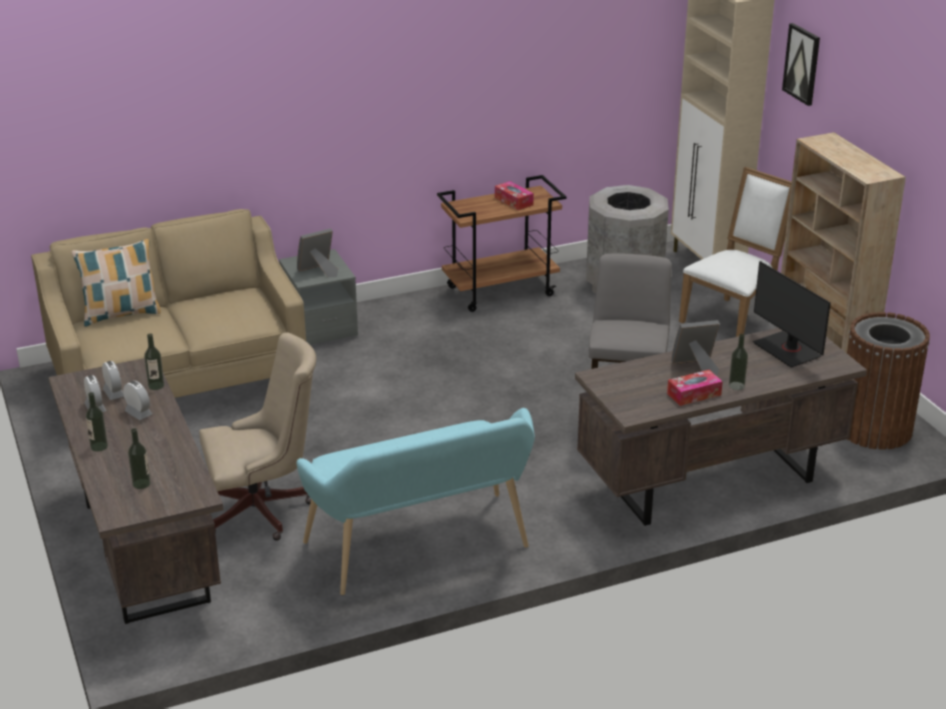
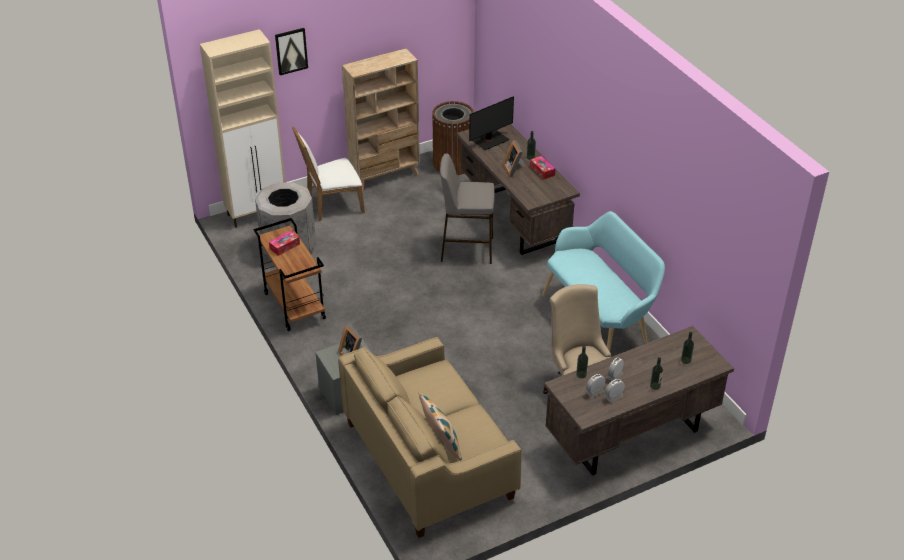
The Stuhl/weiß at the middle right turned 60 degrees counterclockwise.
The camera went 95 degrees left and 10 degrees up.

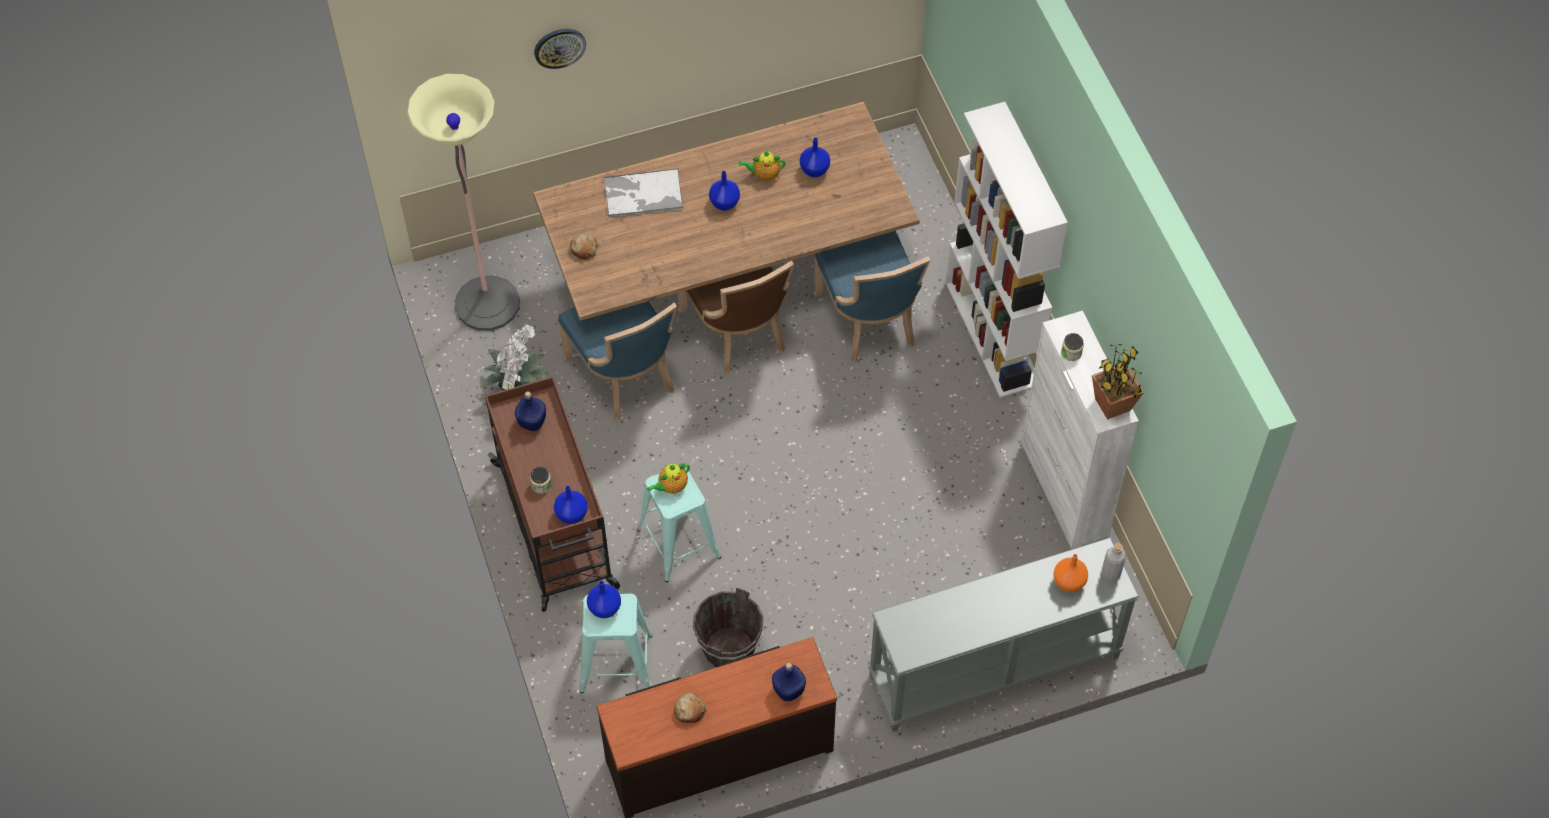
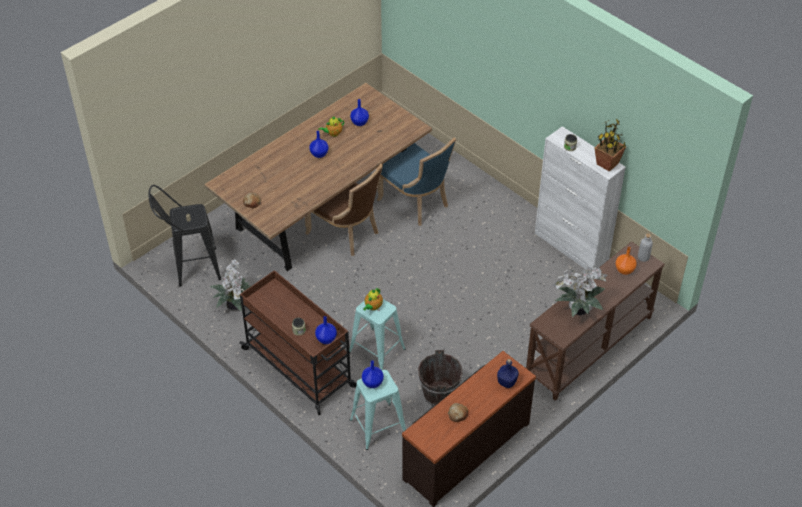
The Stehlampe at the top left was replaced by the Hocker/schwarz at the middle left.
The Flasche/blau (1st from left) at the centre disappeared.
The Wanduhr at the top centre disappeared.
The Stuhl/blau (1st from left) at the centre disappeared.
The Tablett at the top centre disappeared.
The Konsolentisch/grau at the bottom centre became the Konsolentisch/braun at the middle right.
The Bücherregal/weiß at the top centre disappeared.
The Topfpflanze (2nd from left) at the middle right appeared.
The camera went 25 degrees left and 10 degrees down.

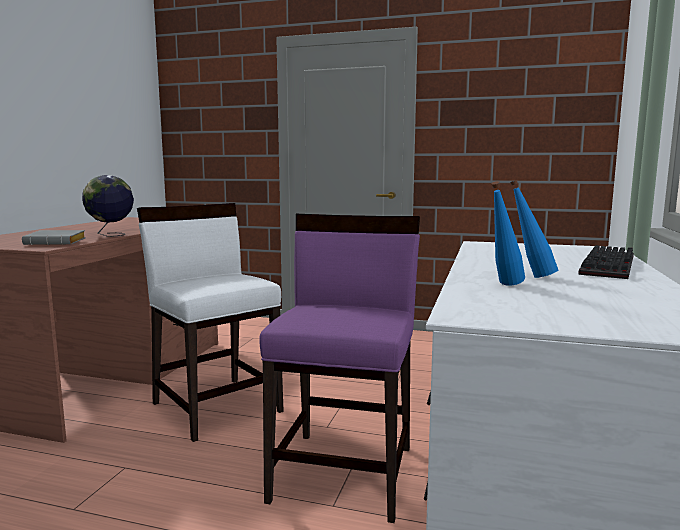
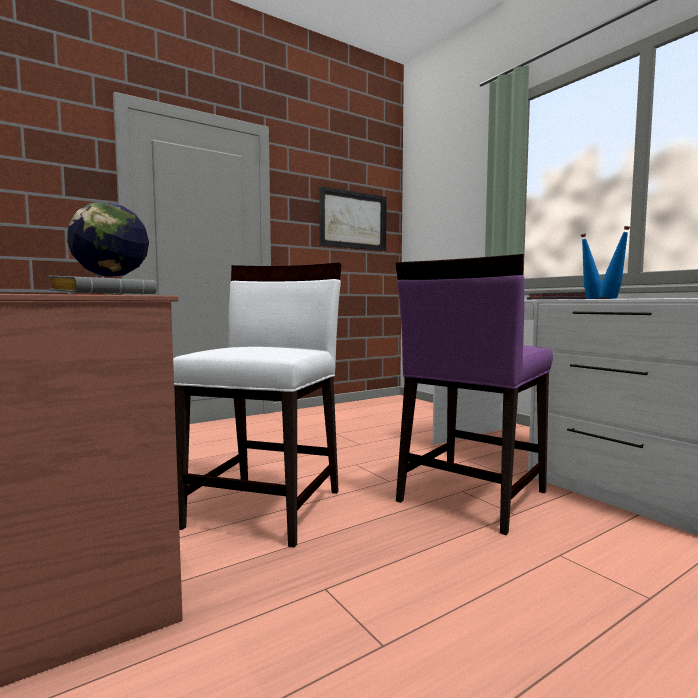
The Stuhl/weiß at the middle left turned 105 degrees clockwise.
The Stuhl/lila at the bottom centre turned 105 degrees counterclockwise.
The Bild at the top centre appeared.
The camera went 50 degrees left and 5 degrees down.

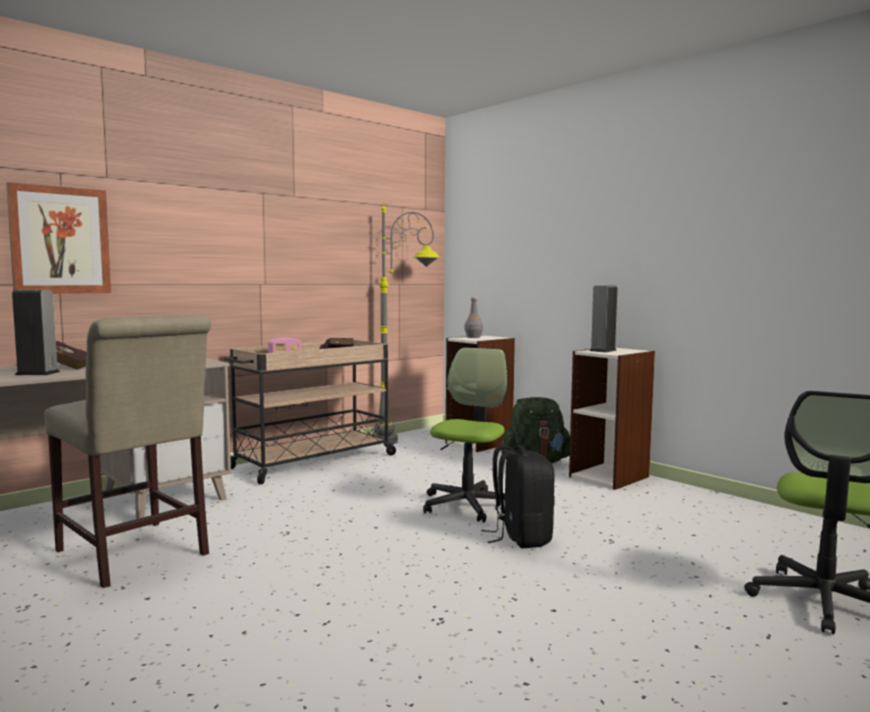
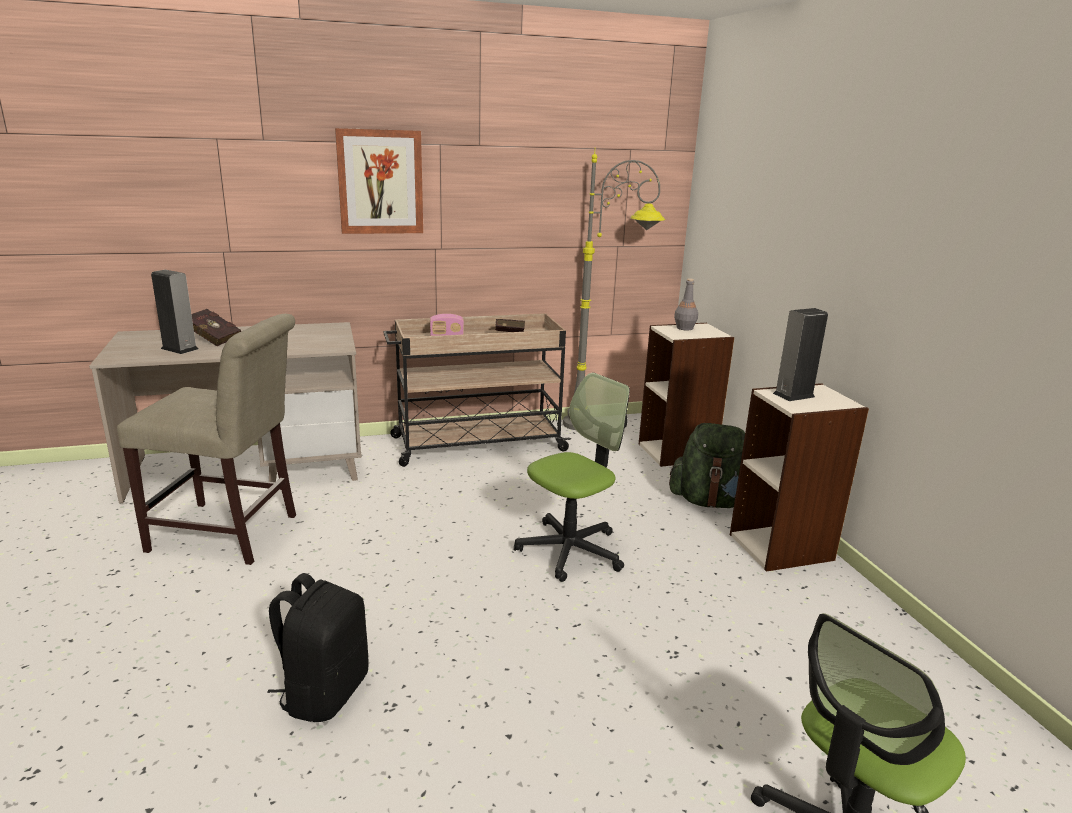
The Bild moved from the middle left to the top centre.
The Stuhl/beige at the middle left turned 60 degrees counterclockwise.
The Rucksack/schwarz moved from the bottom centre to the bottom left.
The camera went 25 degrees right and 15 degrees up.

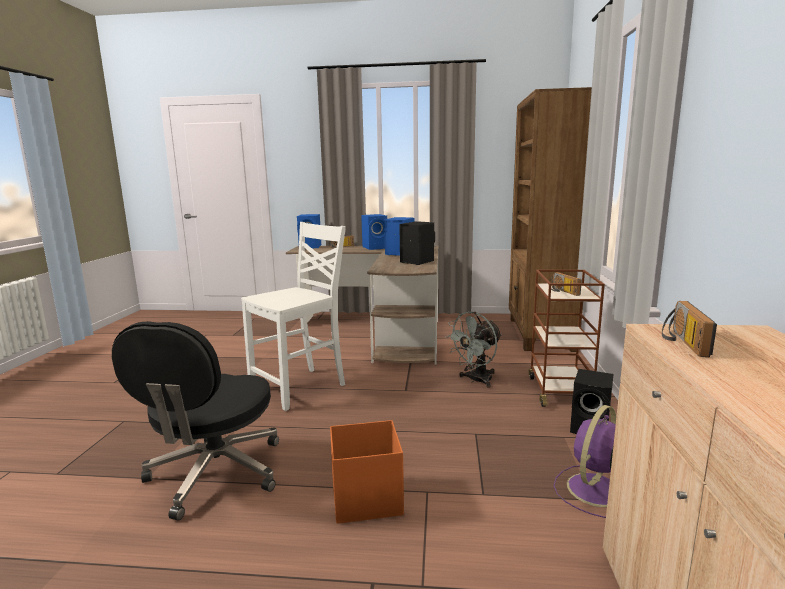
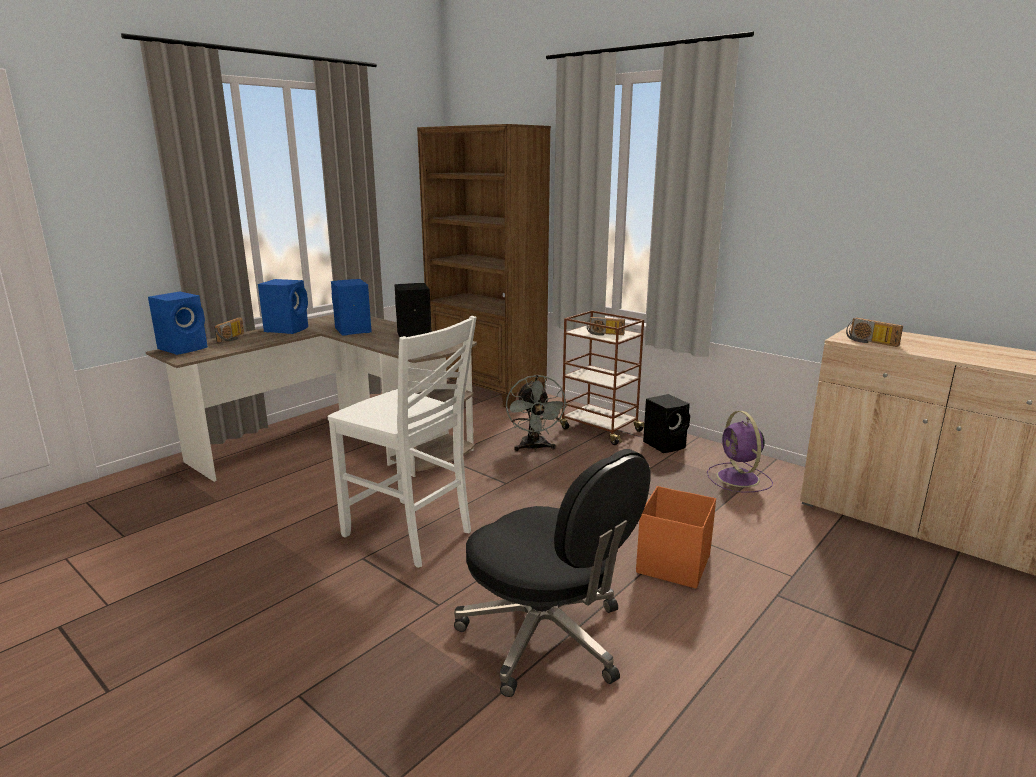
The Stuhl/weiß at the centre turned 135 degrees clockwise.
The camera went 55 degrees left and 5 degrees up.

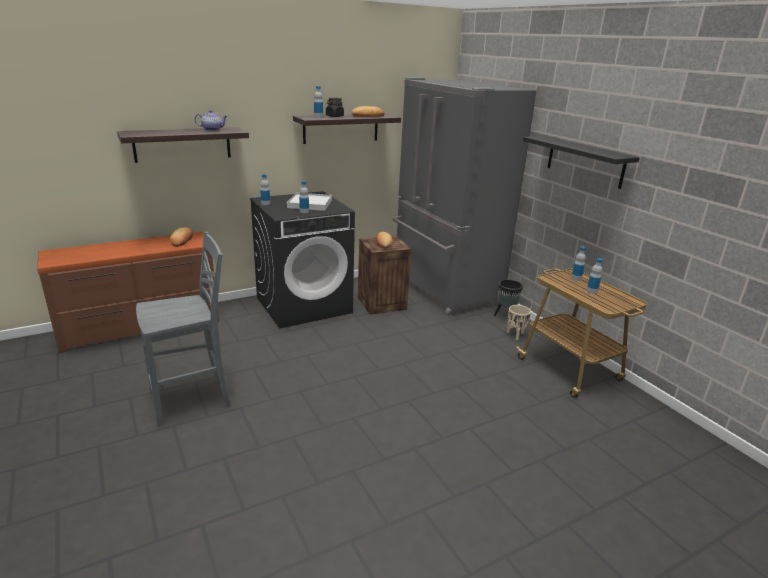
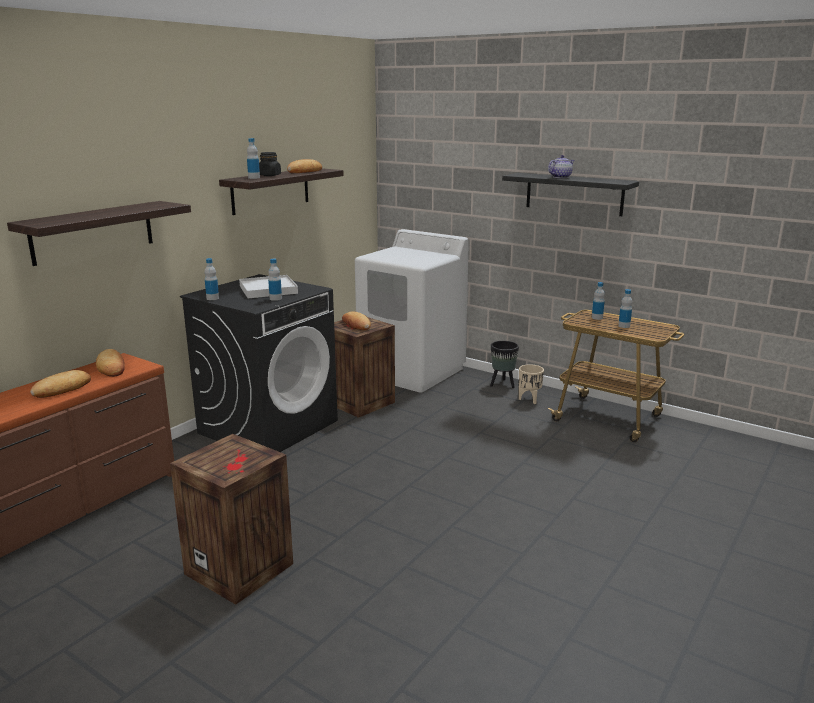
The Stuhl/grau at the middle left was replaced by the Kiste (1st from left) at the bottom left.
The Teekanne moved from the top left to the top right.
The Kühlschrank/grau at the centre was replaced by the Waschmaschine/weiß at the centre.
The Brot (1st from left) at the middle left appeared.
The camera went 25 degrees left and 5 degrees down.

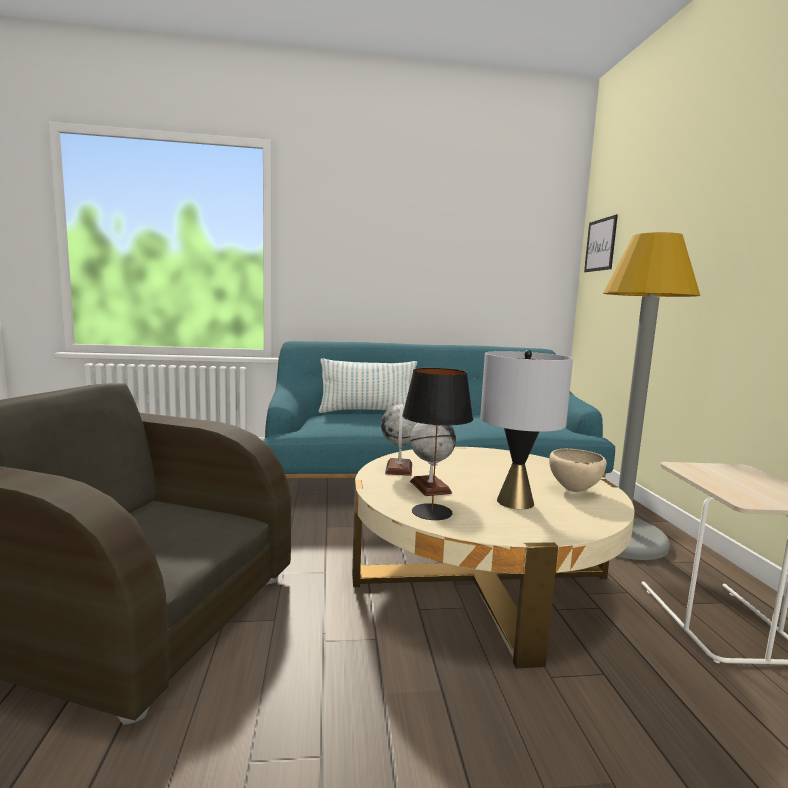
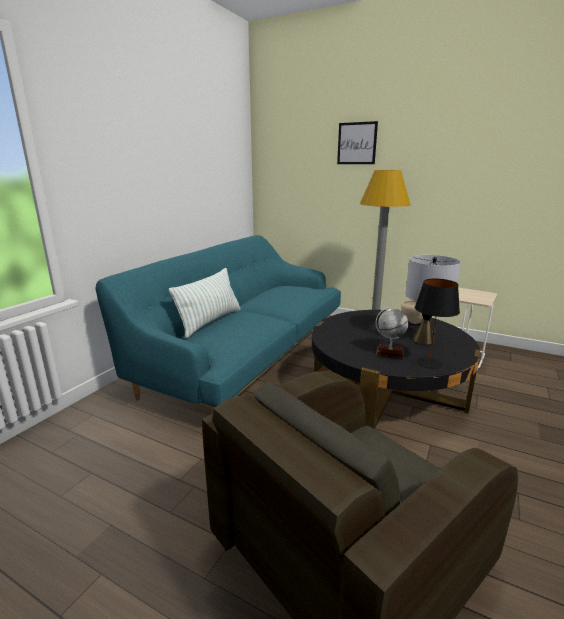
The Couchtisch/beige at the bottom centre became the Couchtisch/schwarz at the middle right.
The Globus (1st from left) at the centre disappeared.
The Bild moved from the top right to the top centre.
The camera went 55 degrees left and 10 degrees up.

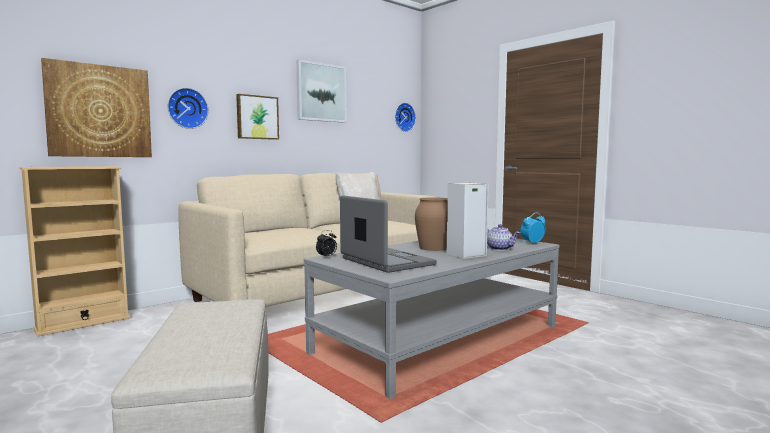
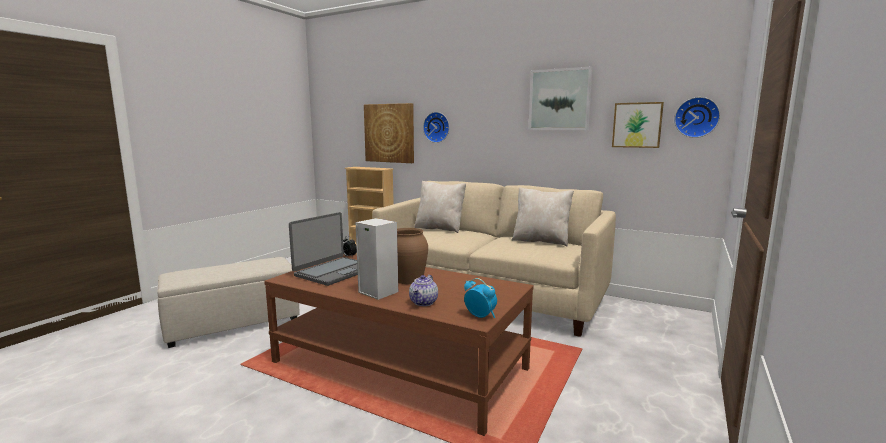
The Bild (2nd from left in the first image) moved from the top centre to the top right.
The Couchtisch/grau at the bottom centre became the Couchtisch/braun at the bottom centre.
The Kissen/beige (1st from left) at the centre appeared.
The camera went 70 degrees right and 5 degrees up.

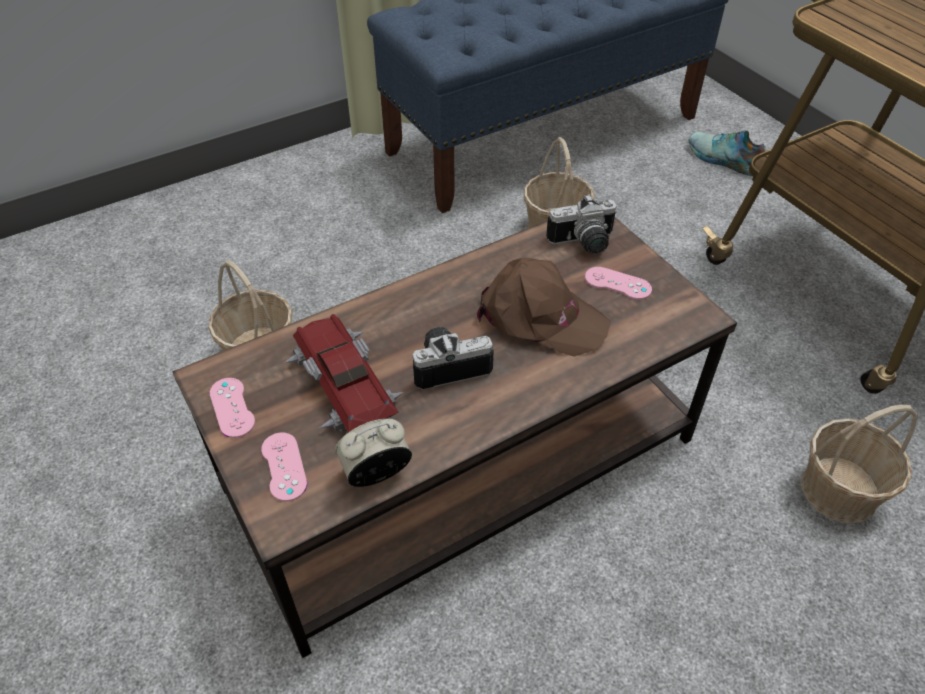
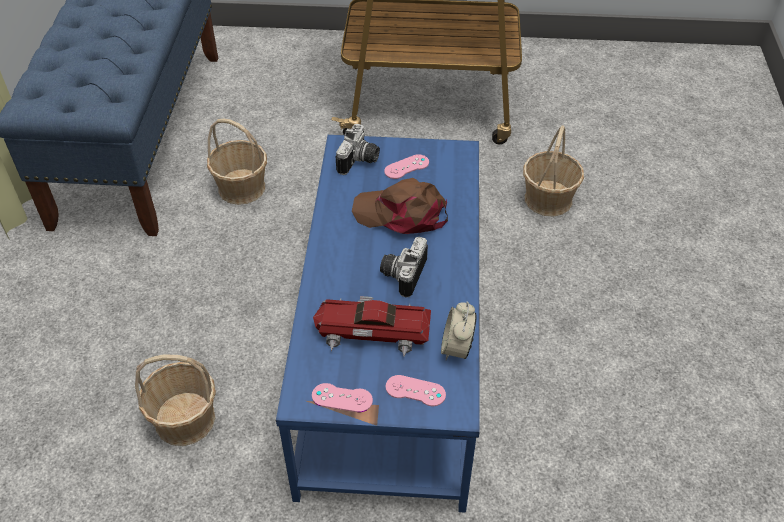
The Couchtisch/braun at the centre became the Couchtisch/blau at the centre.
The Kappe/braun at the centre turned 135 degrees counterclockwise.
The Schuh at the top right disappeared.
The camera went 55 degrees left and 0 degrees up.

